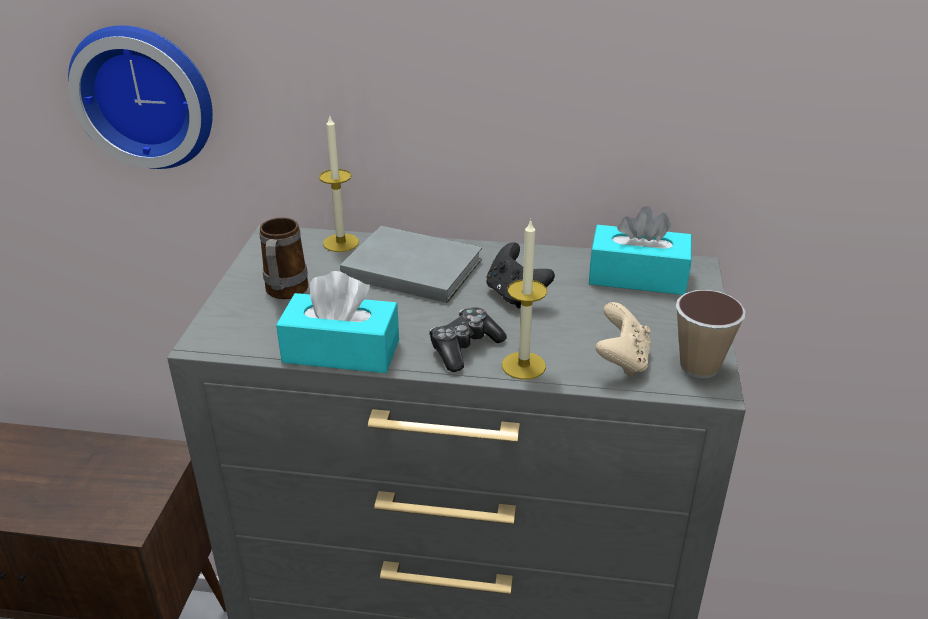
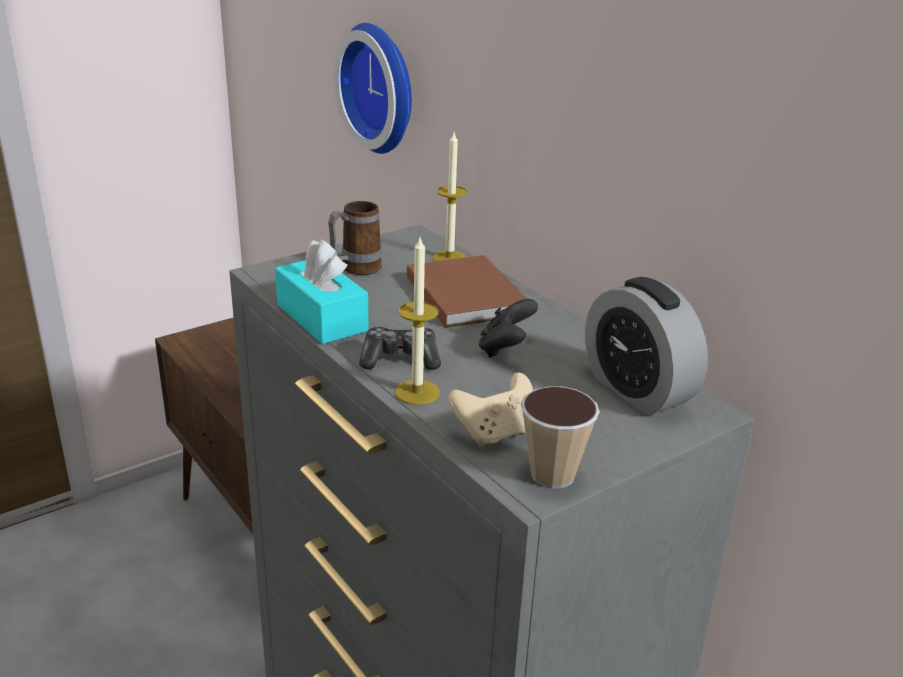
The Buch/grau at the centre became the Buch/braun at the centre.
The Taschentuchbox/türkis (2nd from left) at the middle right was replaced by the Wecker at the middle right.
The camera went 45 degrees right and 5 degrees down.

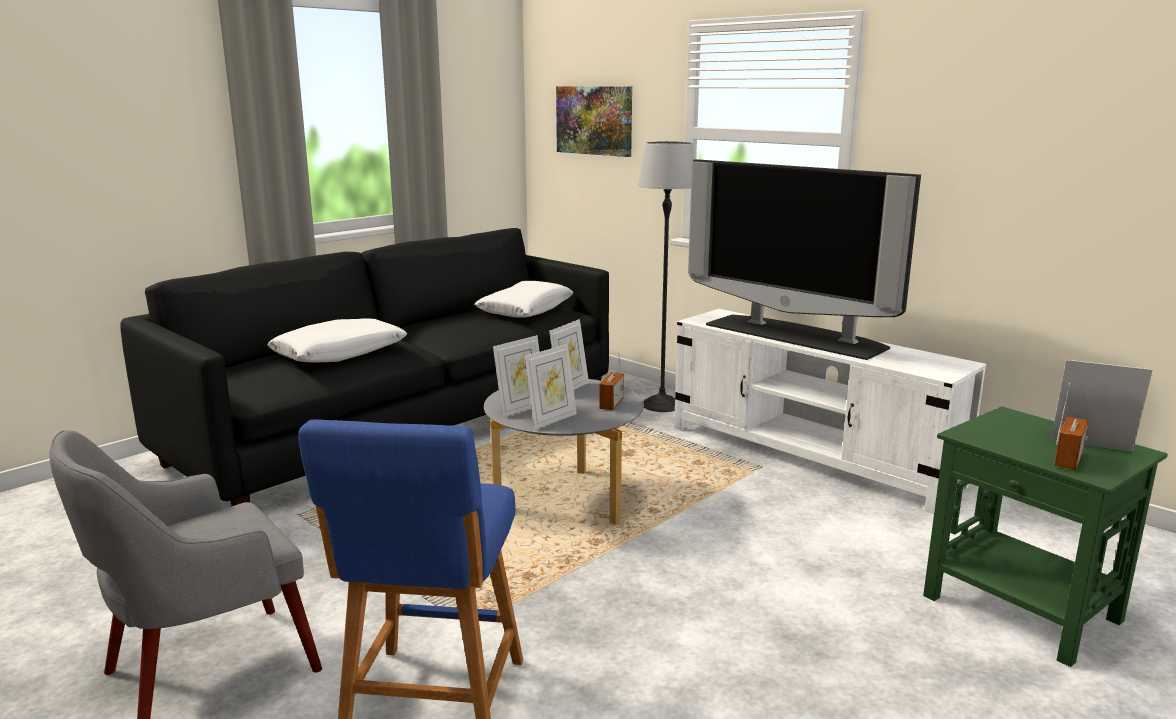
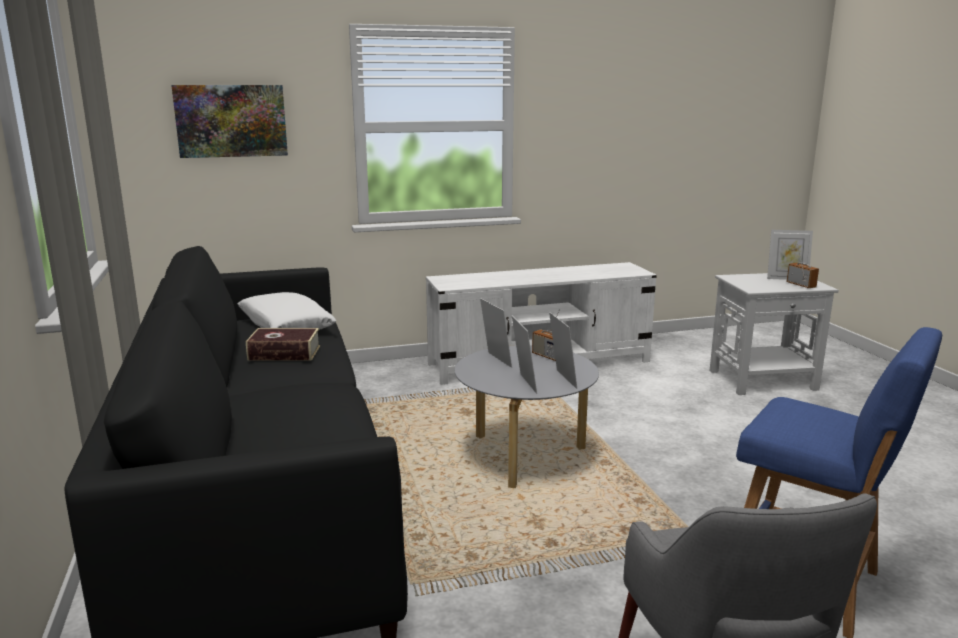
The Kissen/weiß (1st from left) at the middle left disappeared.
The Stehlampe at the centre disappeared.
The Fernseher at the middle right disappeared.
The Beistelltisch/grün at the bottom right became the Beistelltisch/weiß at the middle right.
The Bilderrahmen (4th from left) at the middle right turned 135 degrees counterclockwise.
The Buch at the middle left appeared.
The camera went 60 degrees left and 0 degrees up.

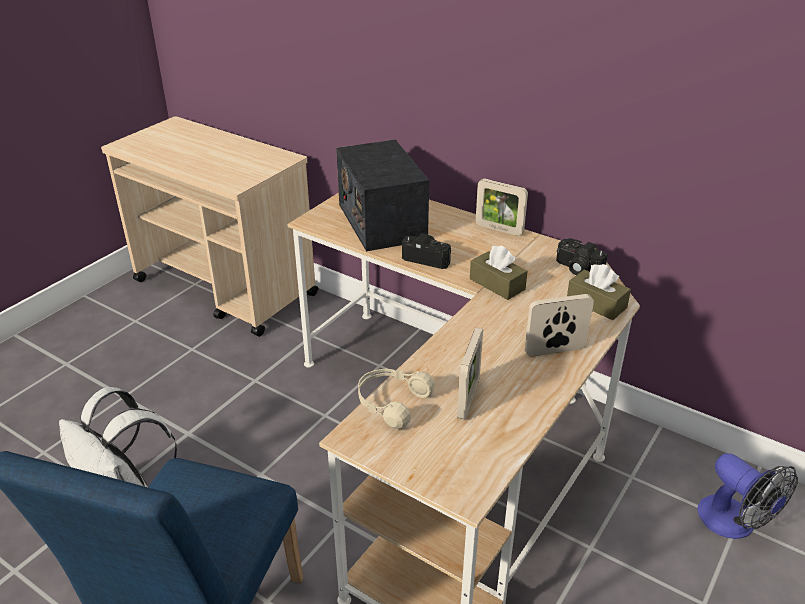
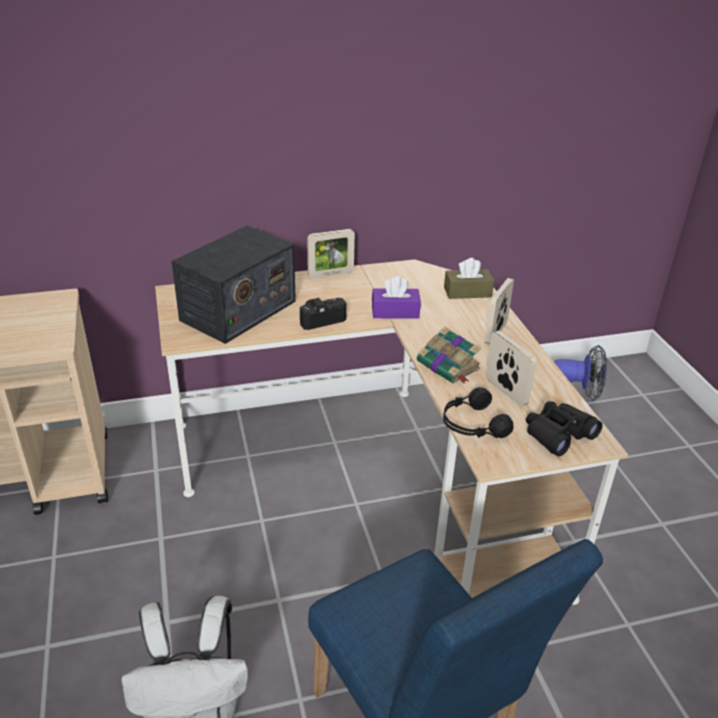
The Radio at the top centre turned 75 degrees counterclockwise.
The Kopfhörer/beige at the centre became the Kopfhörer/schwarz at the centre.
The Taschentuchbox/braun (1st from left) at the centre became the Taschentuchbox/lila at the centre.
The Kamera (2nd from left) at the middle right disappeared.
The Buch at the centre appeared.
The Fernglas/schwarz at the middle right appeared.
The camera went 50 degrees left and 0 degrees up.

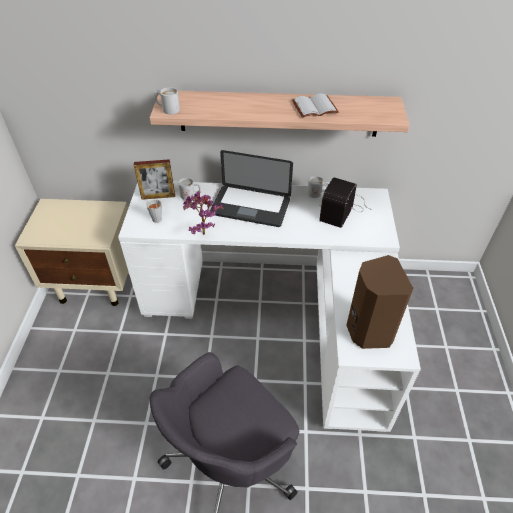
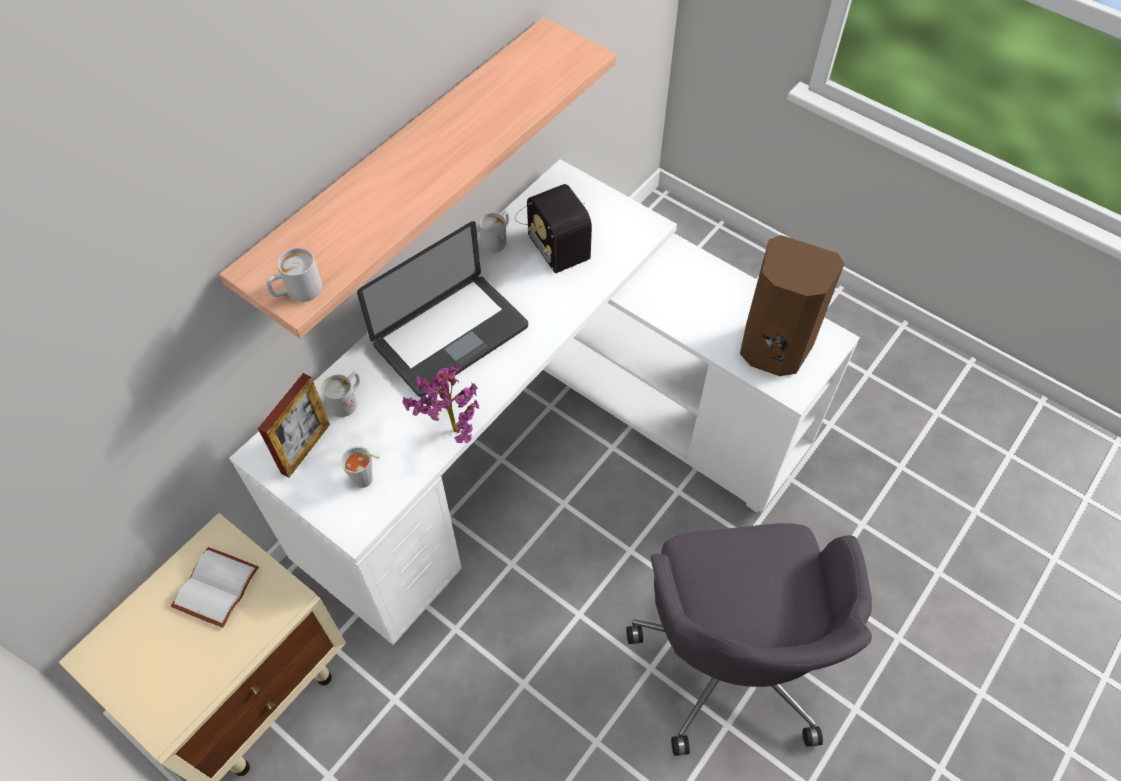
The Buch/weiß moved from the top centre to the bottom left.
The camera went 55 degrees left and 10 degrees up.

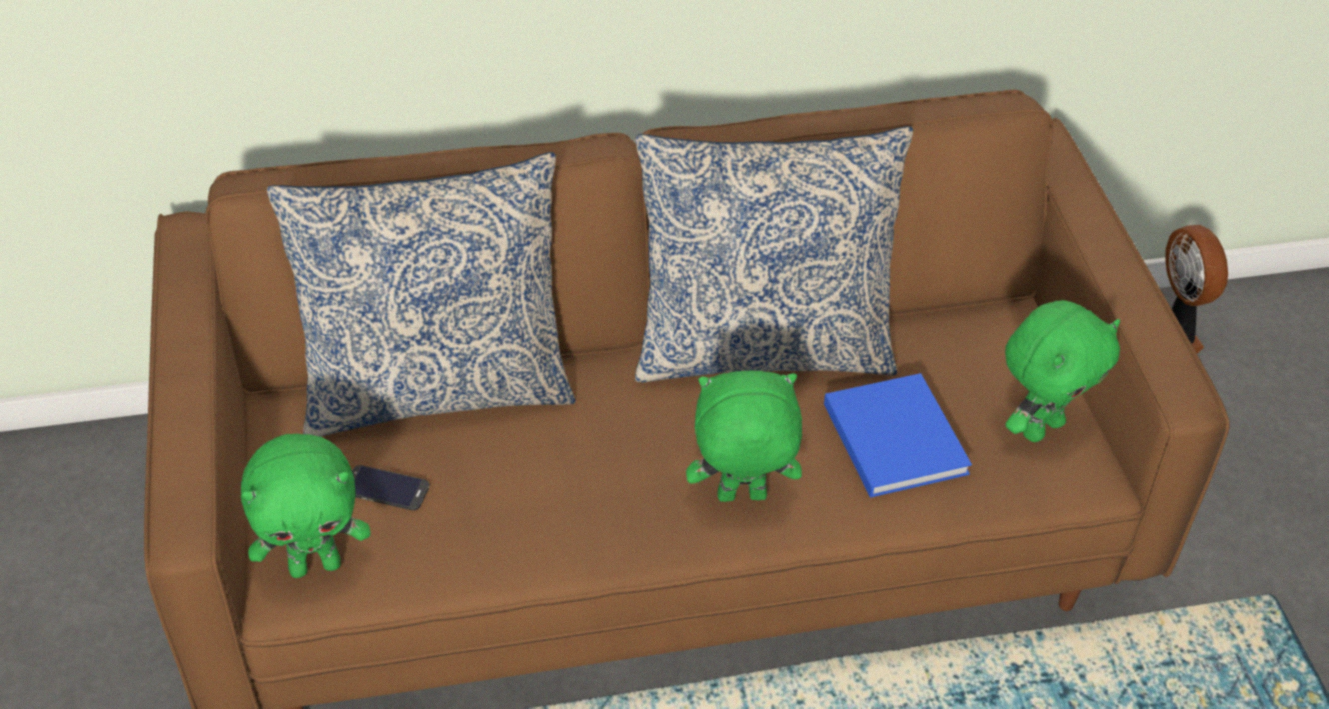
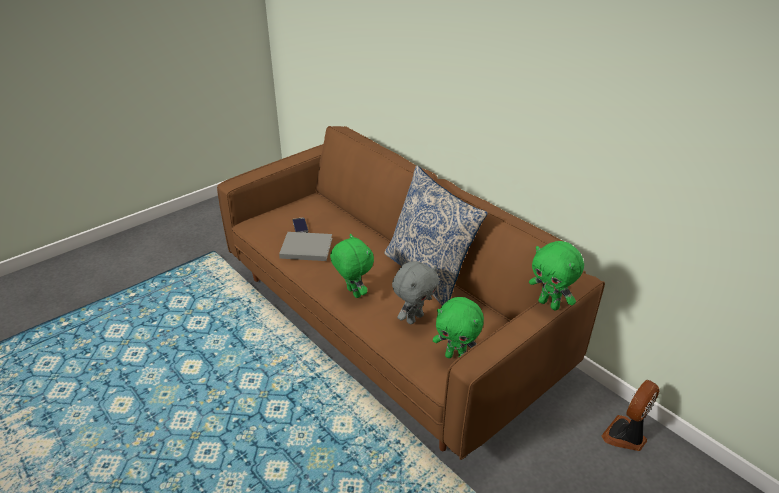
The Plüschtier/grün (1st from left in the first image) moved from the bottom left to the middle right.
The Kissen (1st from left) at the middle left disappeared.
The Buch/blau at the middle right was replaced by the Plüschtier/grau at the centre.
The Buch/grau at the centre appeared.
The camera went 60 degrees right and 10 degrees down.

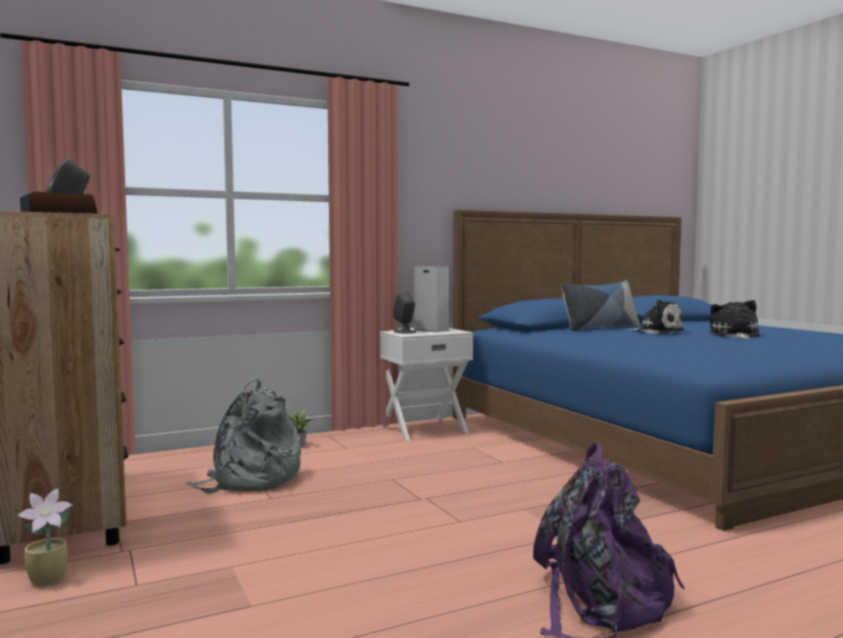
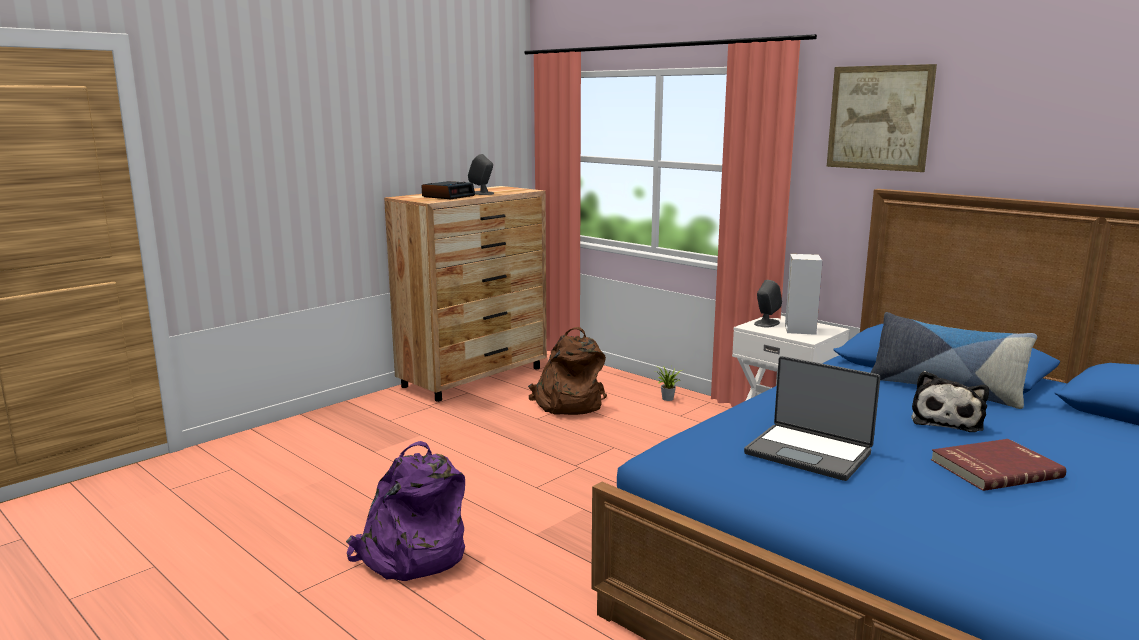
The Topfpflanze (1st from left) at the bottom left disappeared.
The Rucksack/grau at the bottom left became the Rucksack/braun at the centre.
The Plüschtier (2nd from left) at the middle right was replaced by the Buch/rot at the bottom right.
The Laptop at the middle right appeared.
The Bild at the top right appeared.
The camera went 70 degrees right and 10 degrees up.

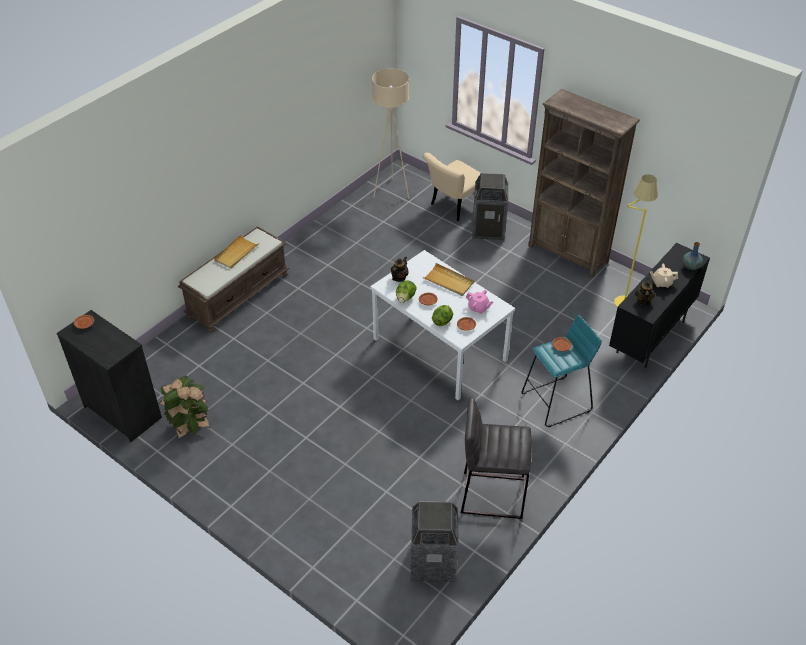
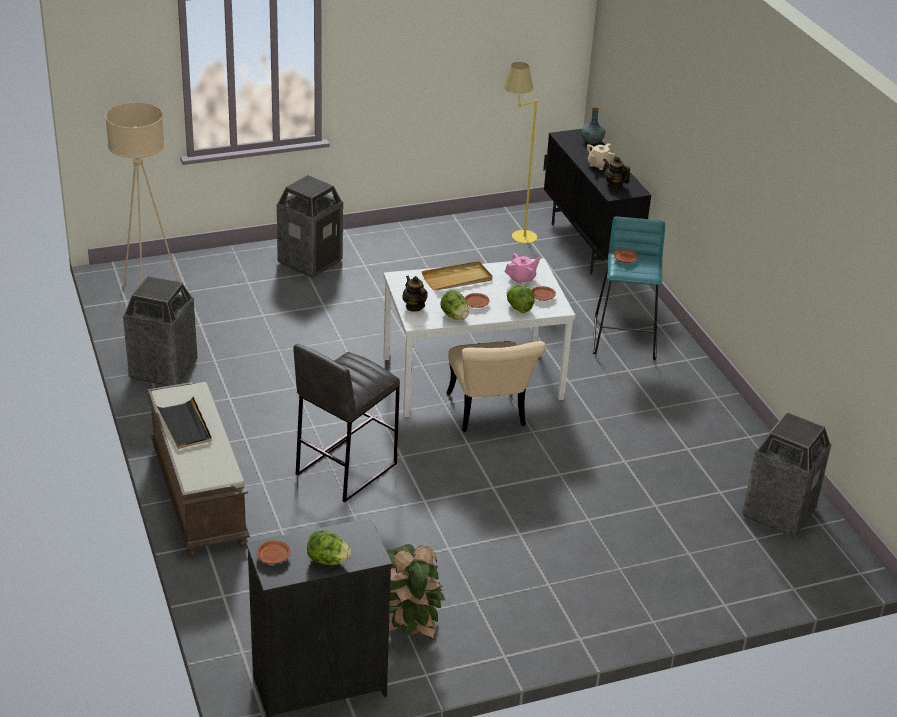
The Tablett/beige (1st from left) at the middle left became the Tablett/schwarz at the middle left.
The Stuhl/beige moved from the top centre to the centre.
The Hocker/grau moved from the bottom centre to the centre.
The Bücherregal/braun at the top right disappeared.
The Mülleimer (1st from left) at the middle left appeared.
The Salatkopf (1st from left) at the bottom centre appeared.
The camera went 60 degrees left and 10 degrees down.

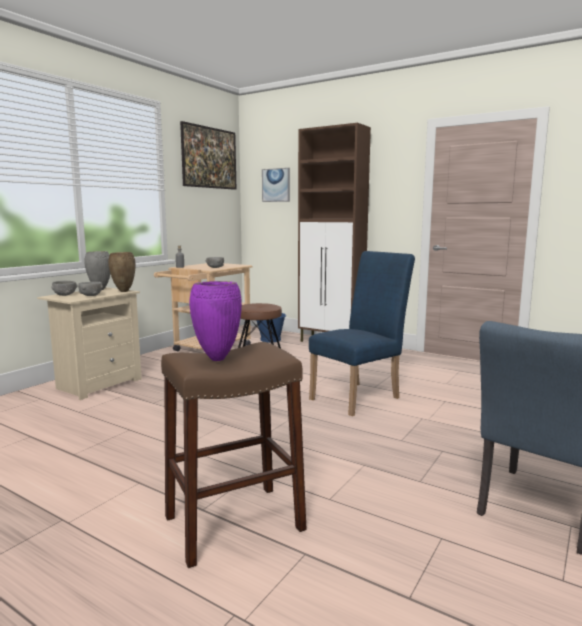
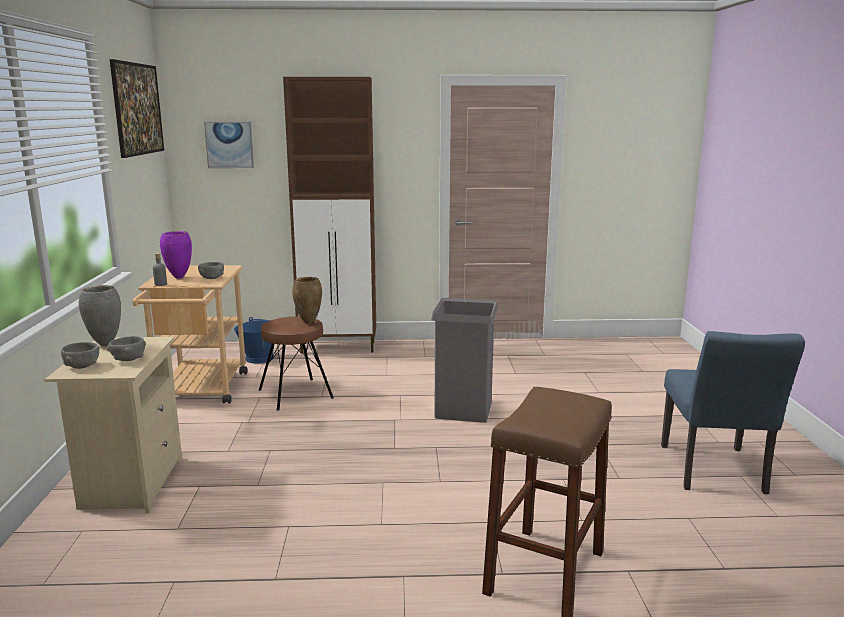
The Vase/braun moved from the middle left to the centre.
The Vase/lila moved from the centre to the middle left.
The Stuhl/blau (1st from left) at the centre was replaced by the Mülleimer/grau at the centre.
The camera went 35 degrees left and 5 degrees up.

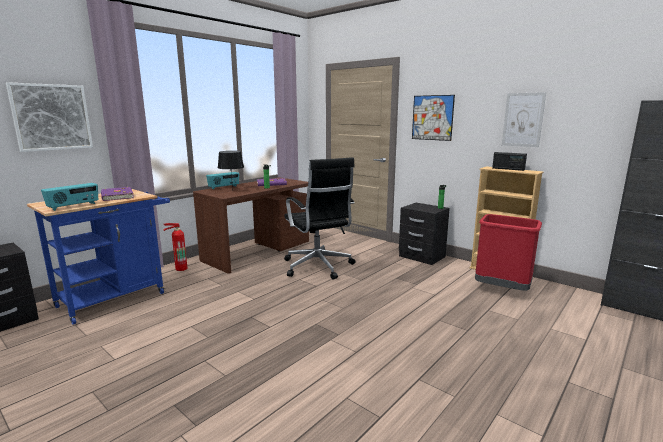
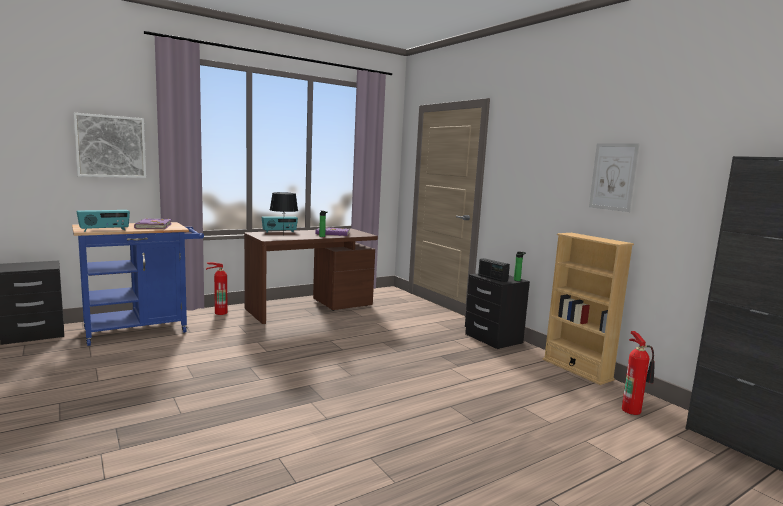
The Bürostuhl/schwarz at the centre disappeared.
The Bild (2nd from left) at the top centre disappeared.
The Mülleimer/rot at the middle right disappeared.
The Radio (3rd from left) moved from the middle right to the centre.
The Feuerlöscher (2nd from left) at the bottom right appeared.
The camera went 15 degrees right and 5 degrees down.

